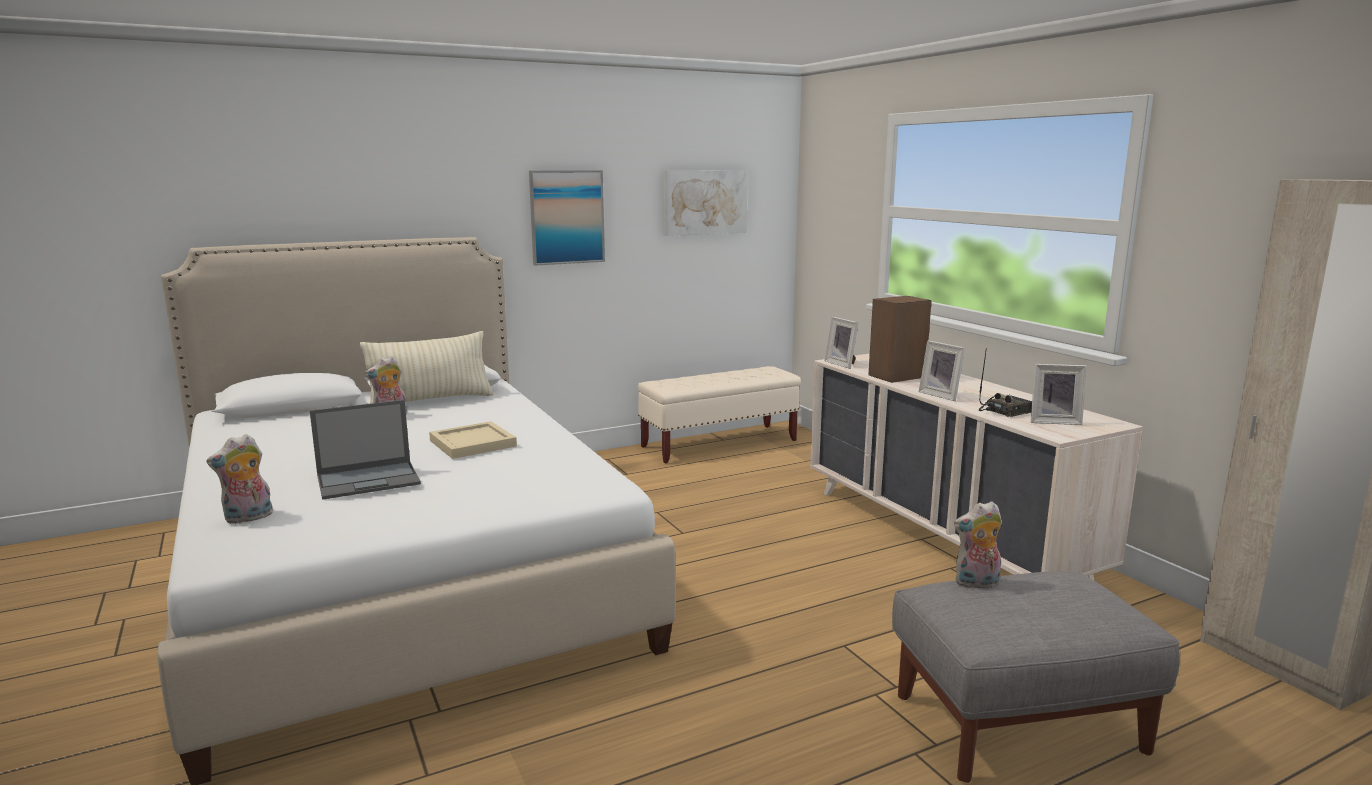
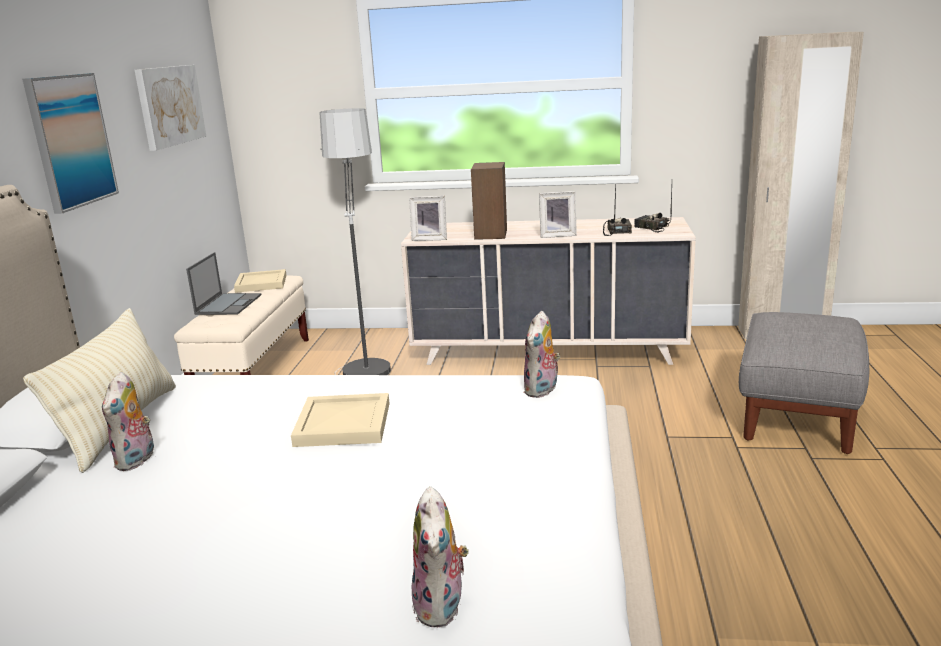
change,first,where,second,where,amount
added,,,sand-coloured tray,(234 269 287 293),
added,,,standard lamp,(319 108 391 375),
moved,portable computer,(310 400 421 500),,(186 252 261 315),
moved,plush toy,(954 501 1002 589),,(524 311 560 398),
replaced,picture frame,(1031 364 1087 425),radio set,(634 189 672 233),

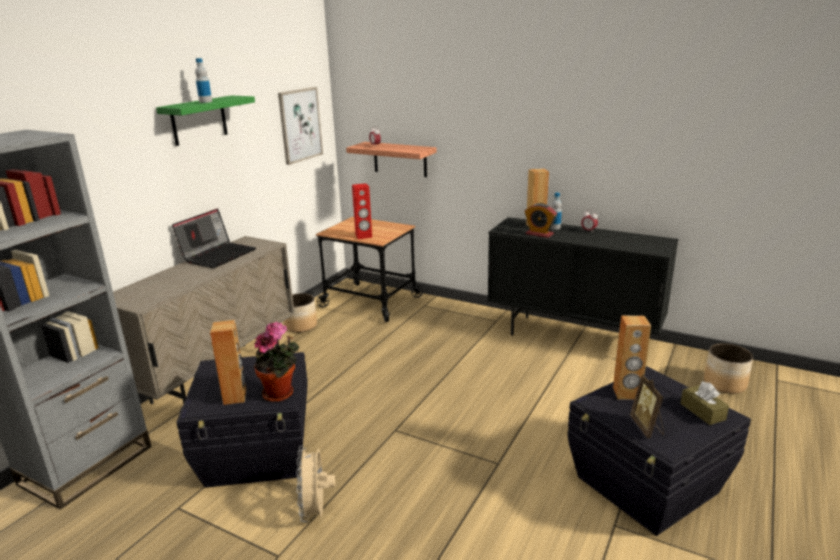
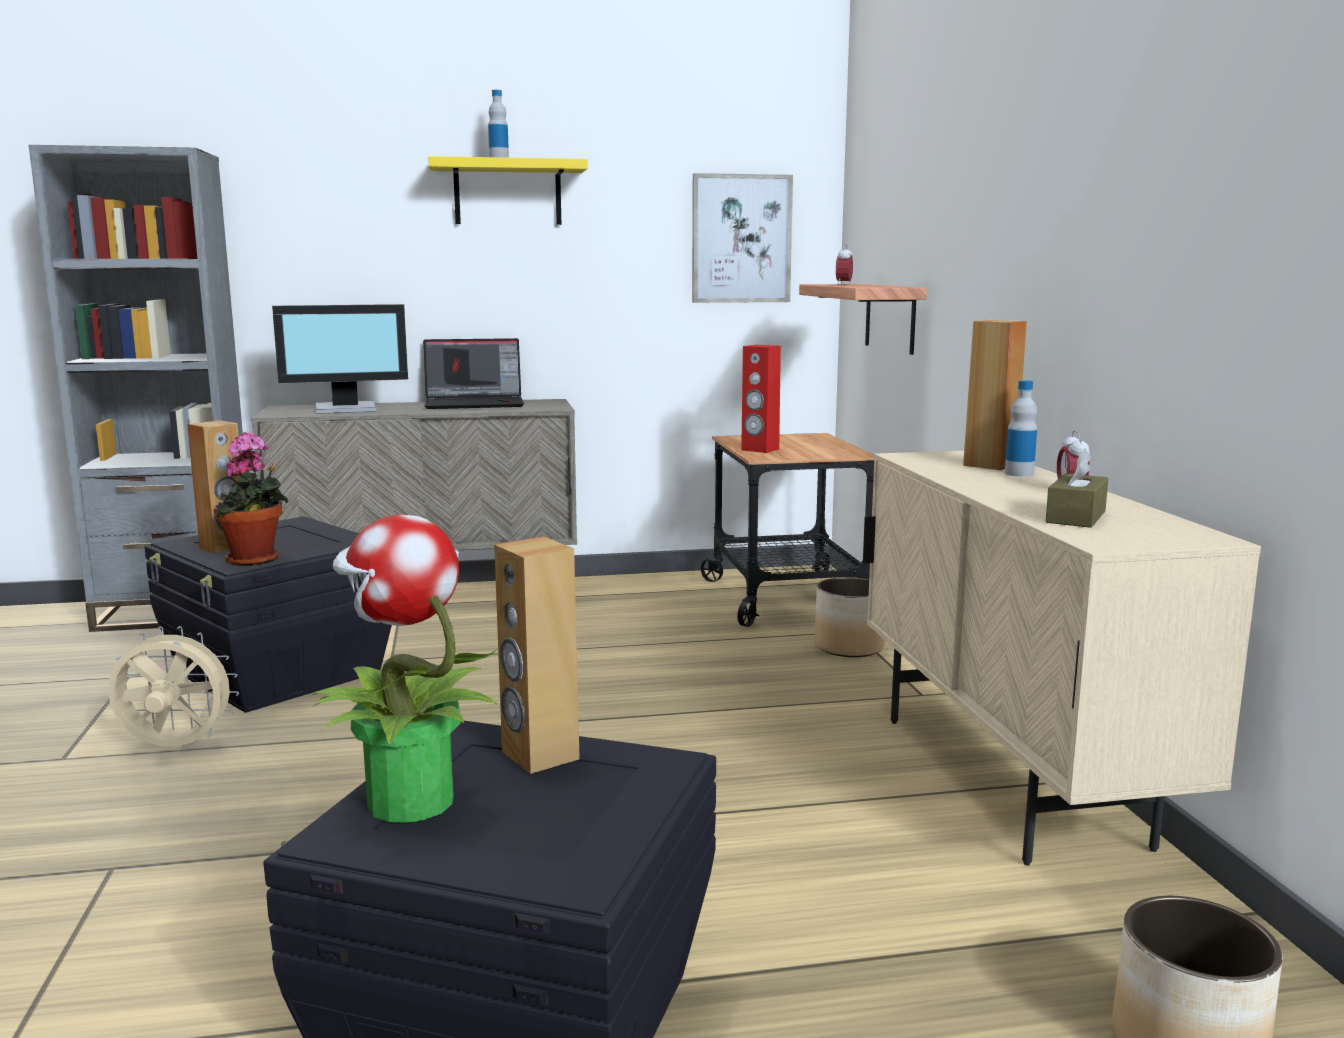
change,first,where,second,where,amount
removed,table clock,(525 203 557 238),,,
added,,,computer screen,(272 304 408 414),
moved,planter,(284 293 317 333),,(815 577 885 657),
moved,brown tissue box,(680 381 729 425),,(1046 448 1108 528),
replaced,picture frame,(630 374 664 438),houseplant,(312 514 498 823),
recoloured,green bracket shelf,(156 95 255 146),yellow bracket shelf,(428 156 588 225),
recoloured,blackish cupboard,(487 217 679 336),sand-coloured cupboard,(863 451 1261 866),
turned,sand-coloured electric fan,(296 445 335 522),,(108 626 239 747),45 degrees clockwise

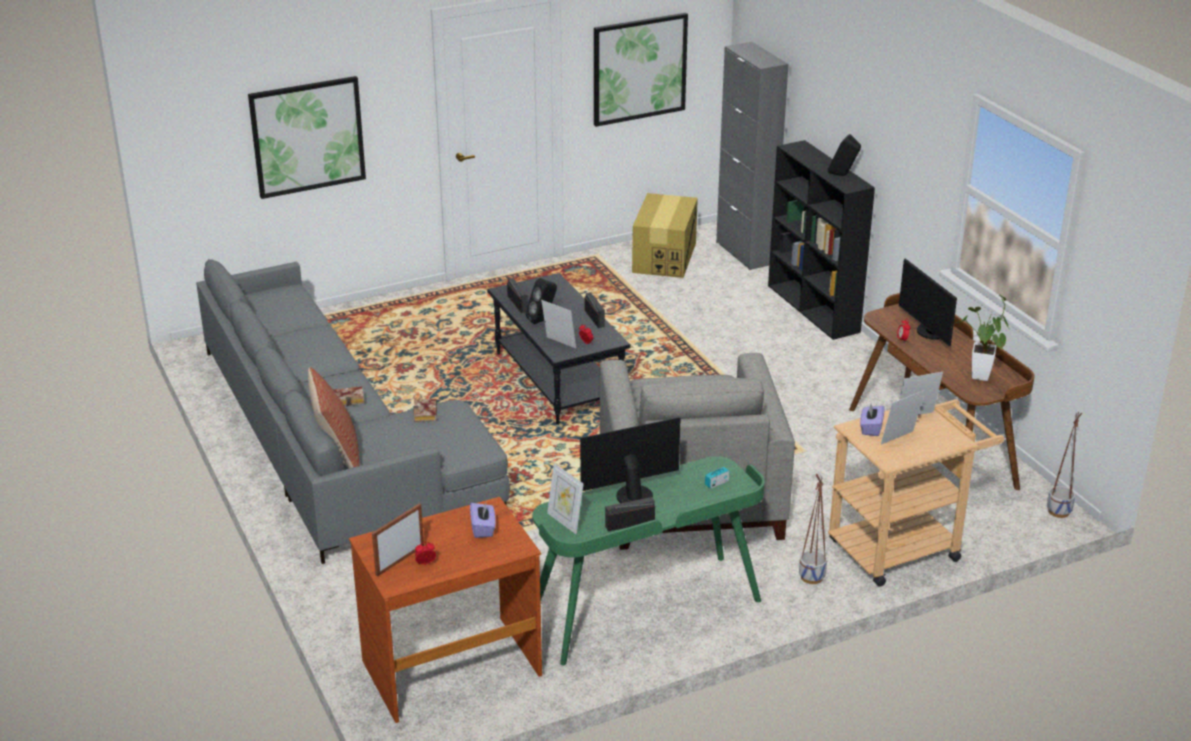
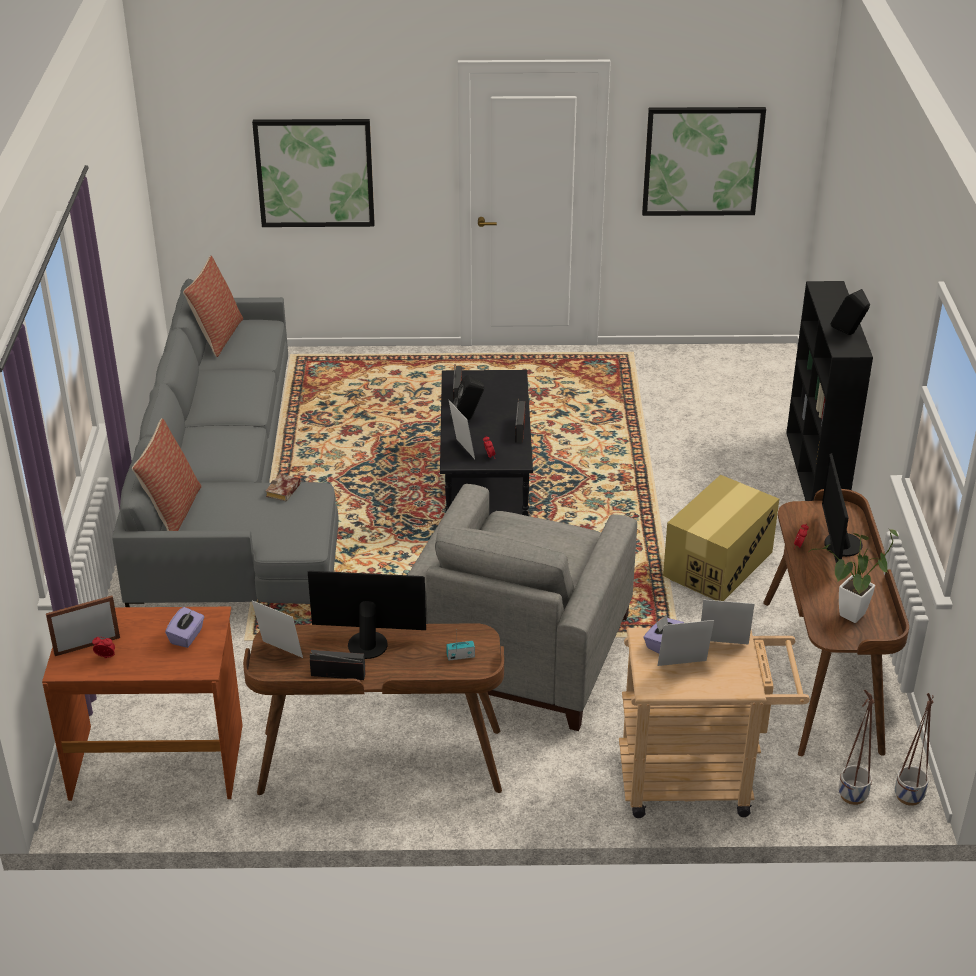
change,first,where,second,where,amount
removed,volume,(333 386 364 406),,,
removed,grey cupboard,(716 42 788 270),,,
added,,,cushion,(183 256 243 357),
moved,cardboard box,(632 193 698 278),,(663 475 779 601),
moved,planter,(799 474 827 584),,(839 690 874 805),
recoloured,green desk table,(532 456 765 665),brown desk table,(243 623 504 795),
turned,picture frame,(547 463 584 534),,(252 600 303 658),135 degrees clockwise

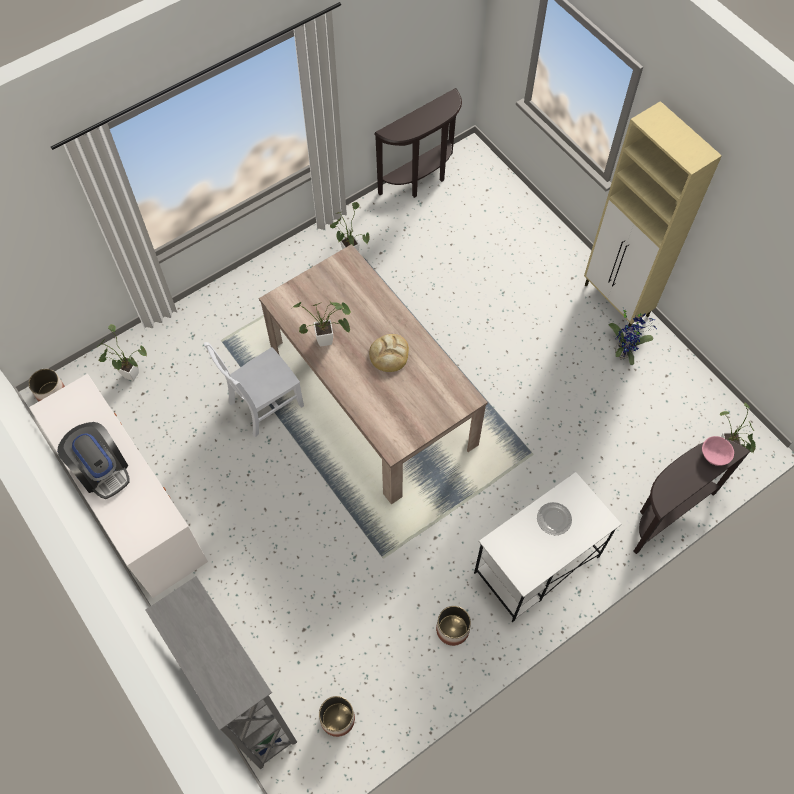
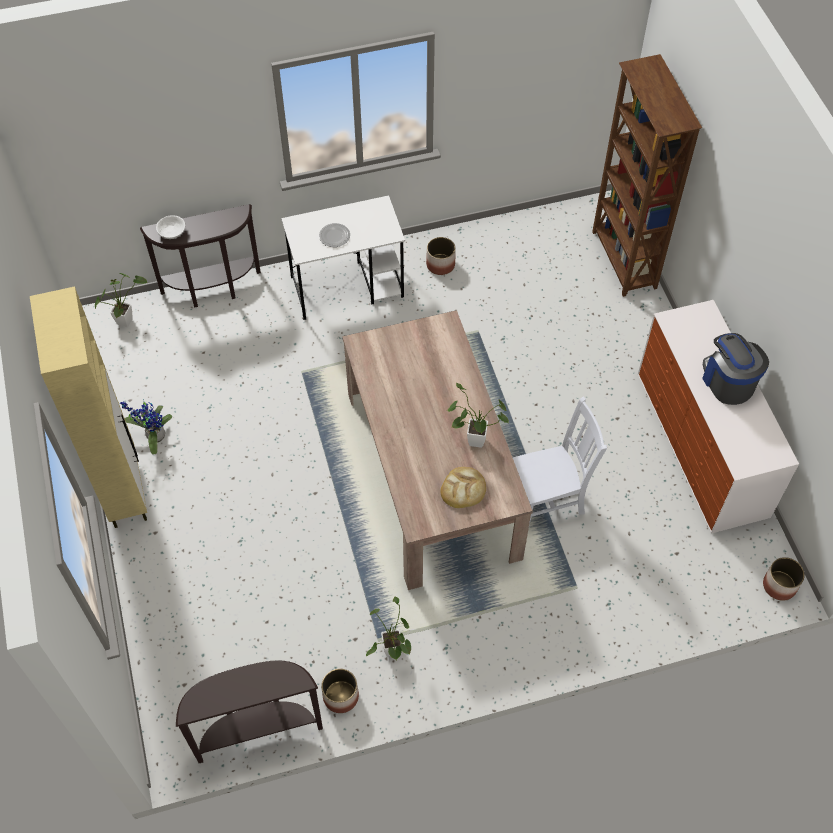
change,first,where,second,where,amount
removed,houseplant,(97 324 147 381),,,
moved,planter,(319 696 355 737),,(321 668 359 713),
moved,bakery bread,(369 334 409 372),,(440 467 486 508),
recoloured,grey shelving unit,(146 576 297 769),brown shelving unit,(592 54 702 297),
recoloured,pink bowl,(702 436 734 466),white bowl,(156 216 185 239),

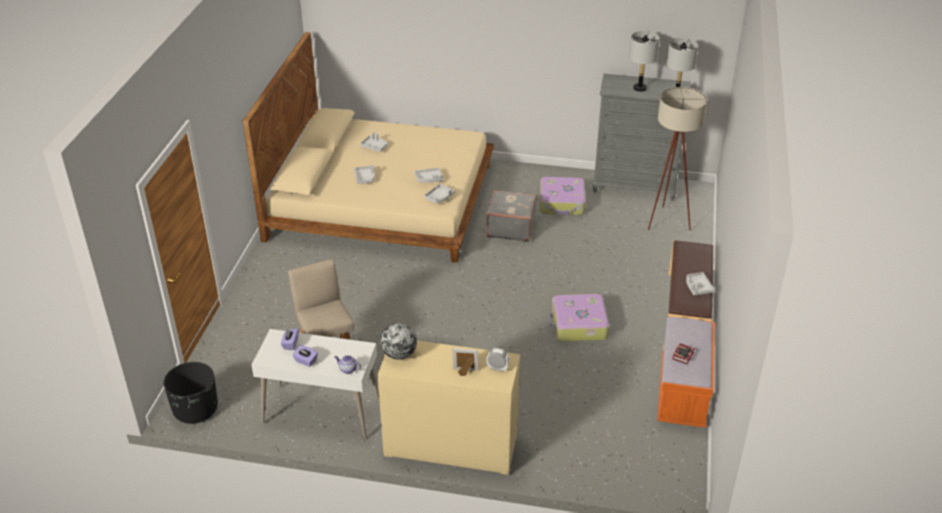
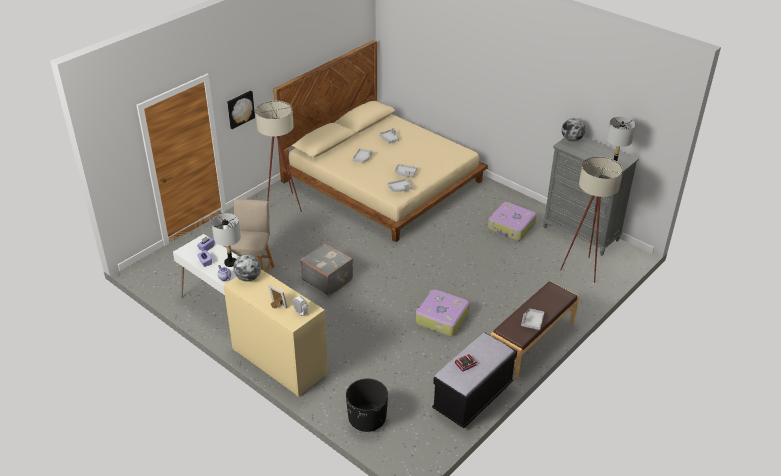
change,first,where,second,where,amount
added,,,picture,(227 91 255 129),
added,,,sand-coloured standard lamp,(255 101 302 212),
added,,,globe,(562 118 585 141),
moved,blackish planter,(163 362 218 424),,(346 379 388 432),
moved,grey suitcase,(486 190 536 242),,(300 243 353 296),
moved,grey table lamp,(629 31 660 92),,(211 213 241 267),
recoloured,orange long seat,(657 316 715 427),blackish long seat,(432 333 517 428),

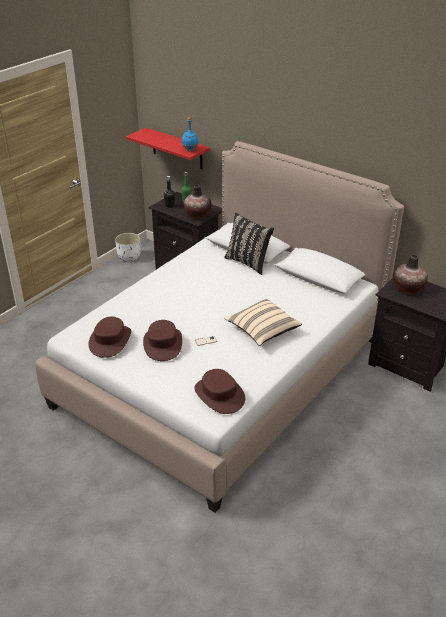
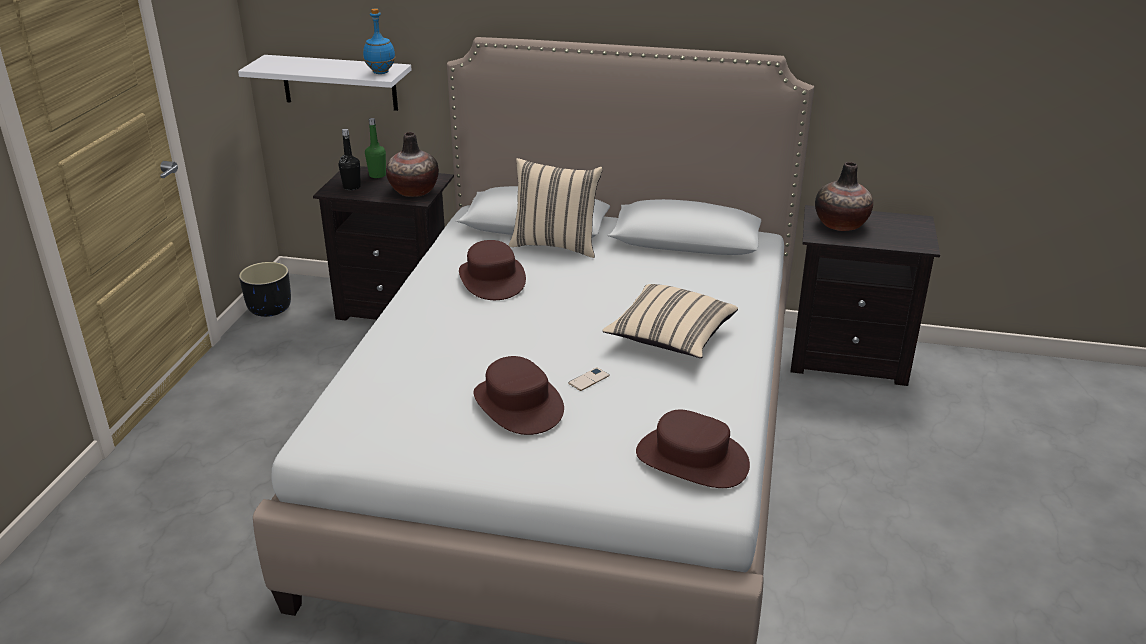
change,first,where,second,where,amount
moved,brown clothing hat,(88 317 131 358),,(459 240 526 300),
recoloured,white planter,(115 233 141 262),blackish planter,(239 262 291 317),
recoloured,reddish bracket shelf,(126 128 210 169),white bracket shelf,(238 55 412 111),
recoloured,blackish cushion,(224 213 274 275),sand-coloured cushion,(509 158 603 258),

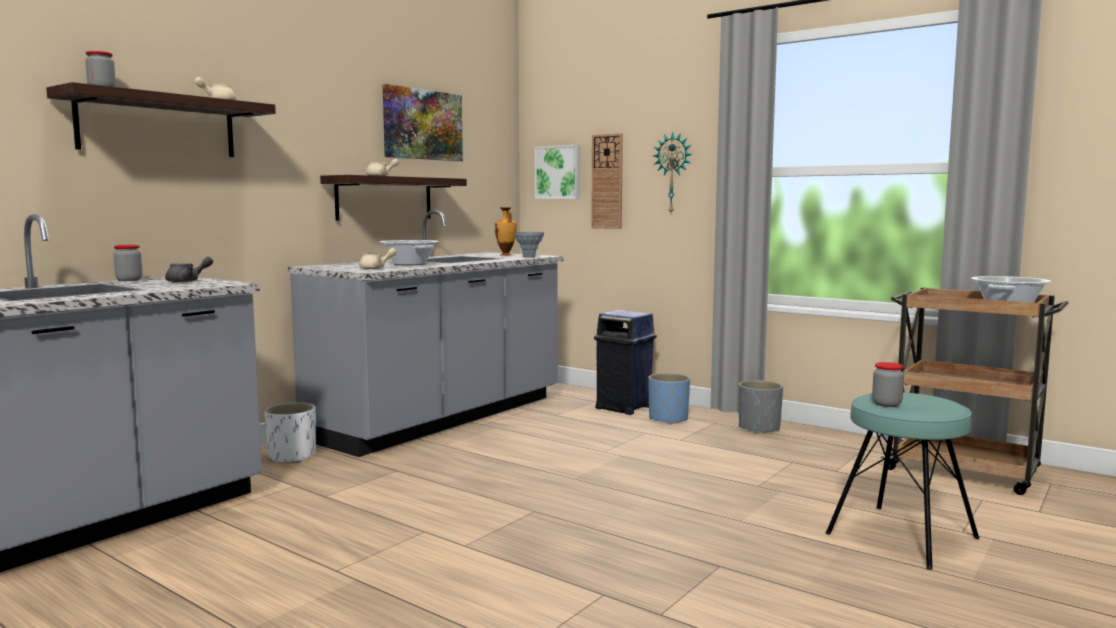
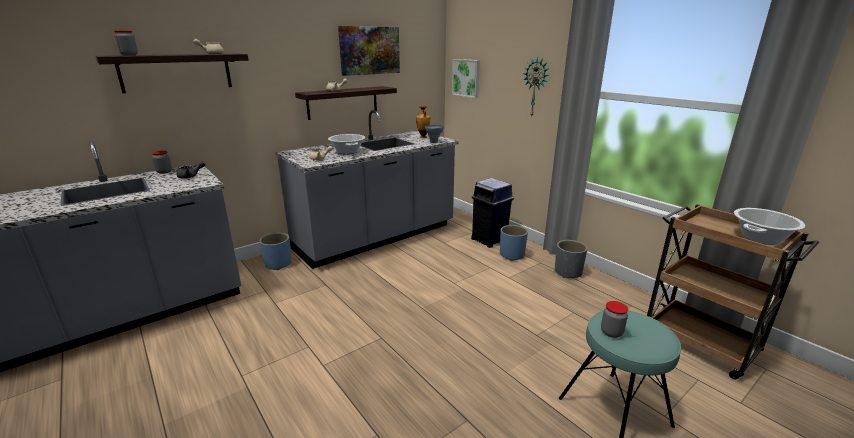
change,first,where,second,where,amount
removed,wall clock,(591 133 623 229),,,
recoloured,white planter,(264 402 316 463),bluish planter,(260 233 291 270),

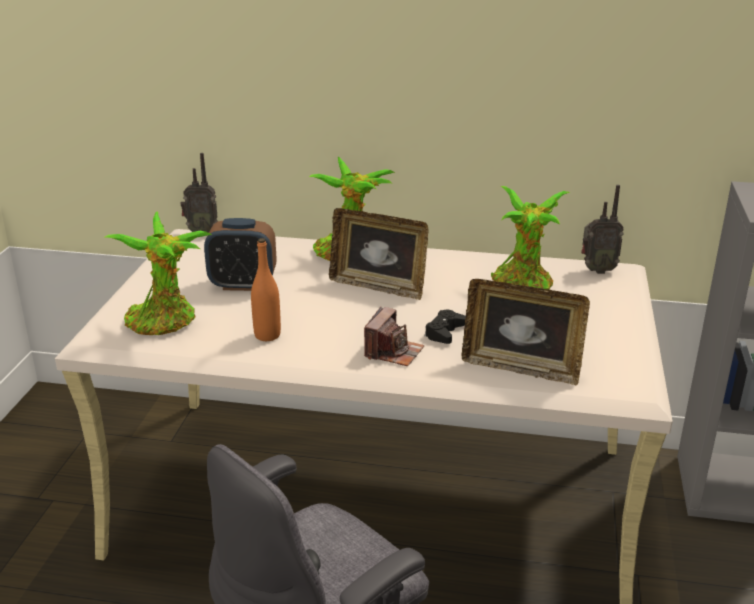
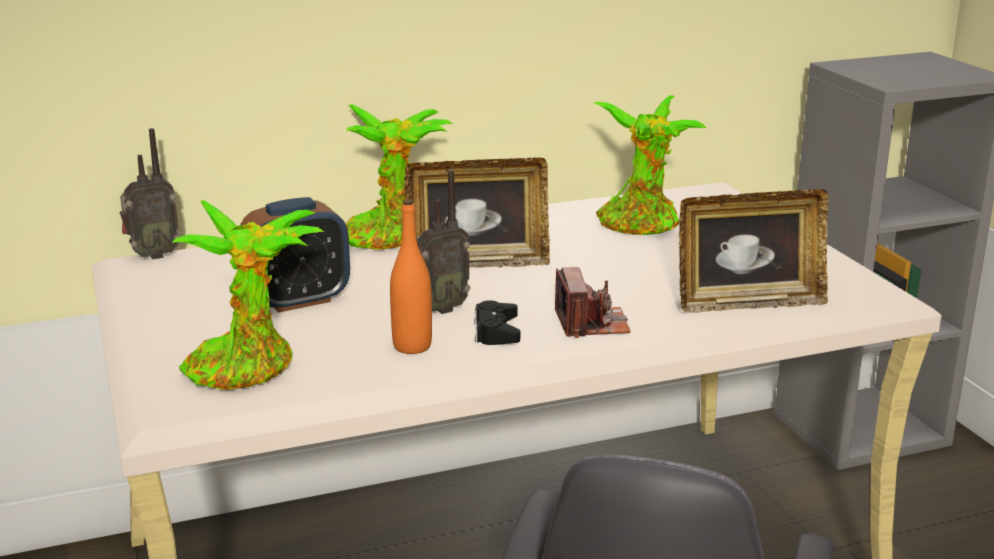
change,first,where,second,where,amount
moved,blackish joypad,(425 310 466 344),,(474 300 520 345),
moved,radio set,(581 185 624 274),,(416 170 470 314),

